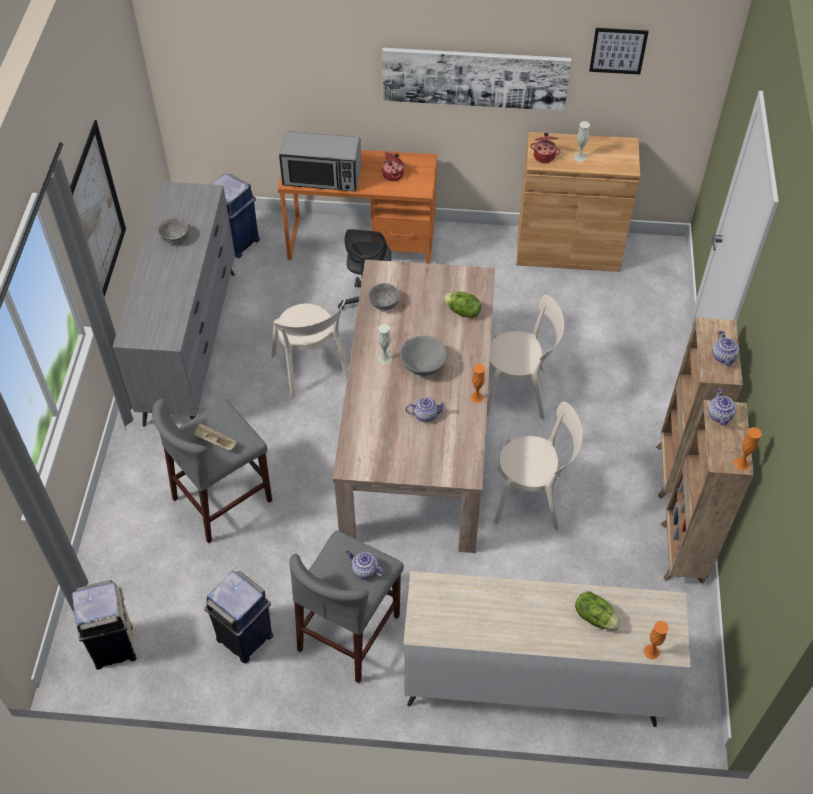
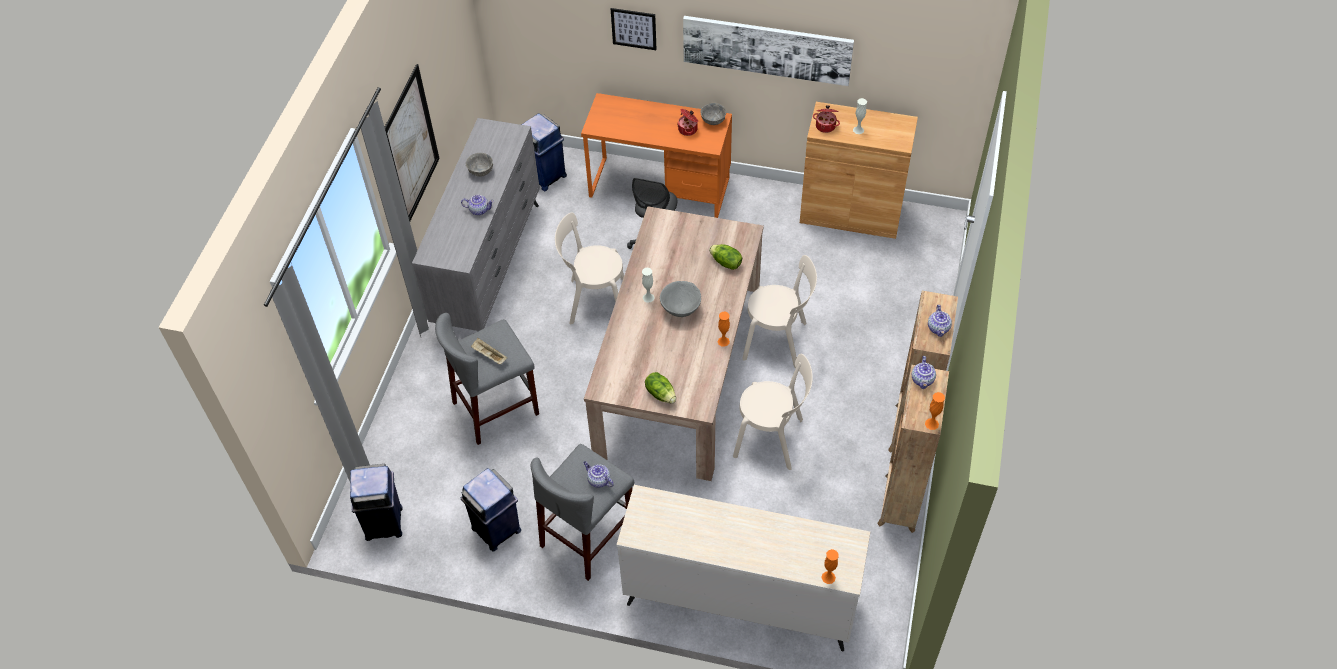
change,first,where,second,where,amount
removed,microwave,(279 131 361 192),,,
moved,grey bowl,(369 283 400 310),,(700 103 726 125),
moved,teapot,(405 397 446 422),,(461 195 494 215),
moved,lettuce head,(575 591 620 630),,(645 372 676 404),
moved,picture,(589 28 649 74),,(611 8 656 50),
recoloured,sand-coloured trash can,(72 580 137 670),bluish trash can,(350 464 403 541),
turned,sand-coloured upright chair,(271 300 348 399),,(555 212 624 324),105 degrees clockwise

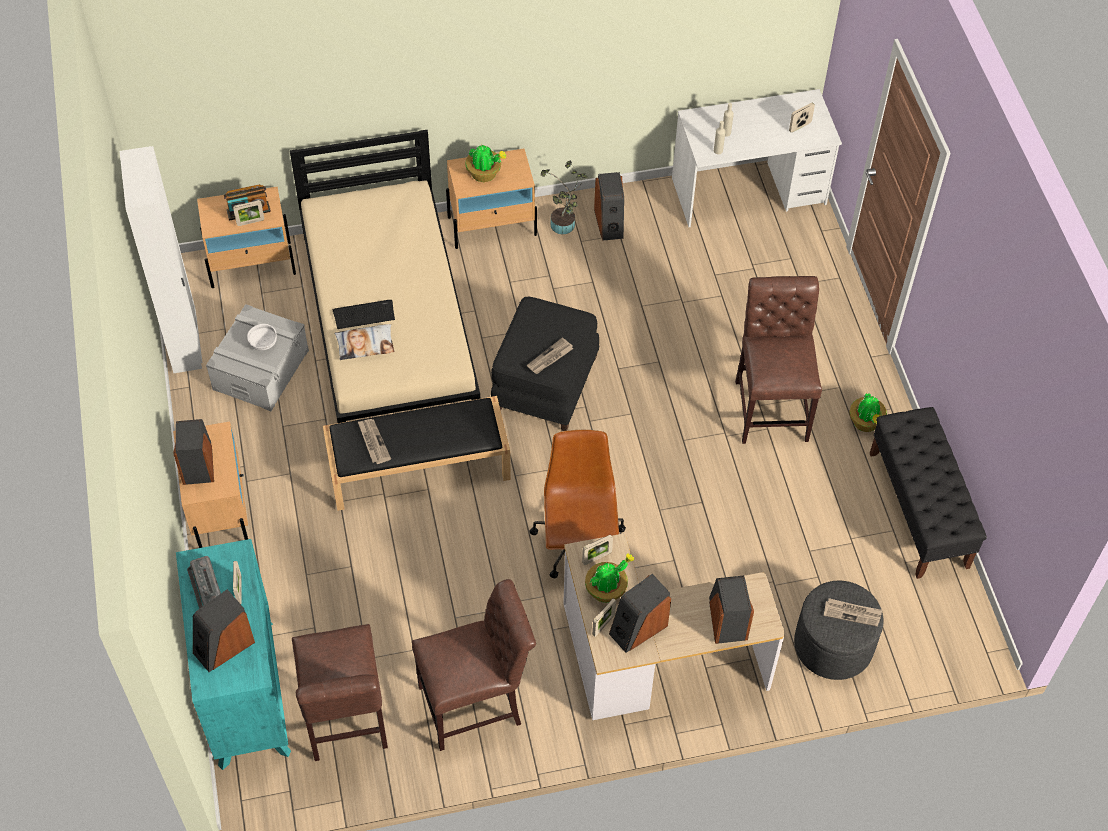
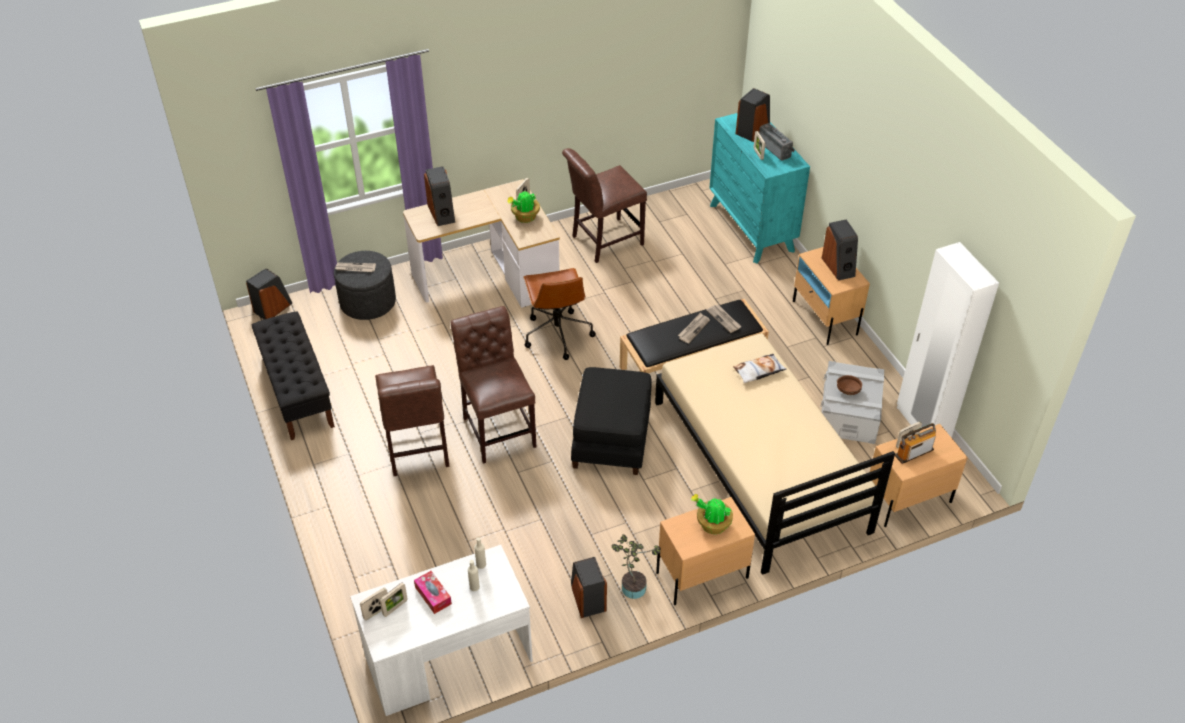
change,first,where,second,where,amount
removed,keyboard,(333 300 395 329),,,
removed,houseplant,(849 393 887 432),,,
added,,,tissue box,(414 571 452 614),
moved,brown upright chair,(292 624 388 761),,(450 306 536 464),
moved,newspaper,(527 337 573 374),,(678 313 710 343),
moved,picture frame,(582 535 613 565),,(360 588 388 620),
moved,speaker,(609 574 671 653),,(246 269 292 319),
recoloured,white bowl,(247 324 277 351),brown bowl,(837 375 862 395),

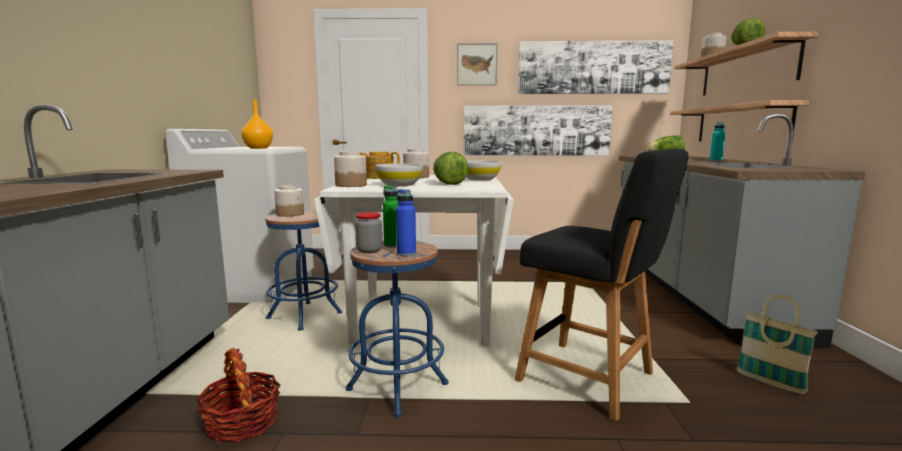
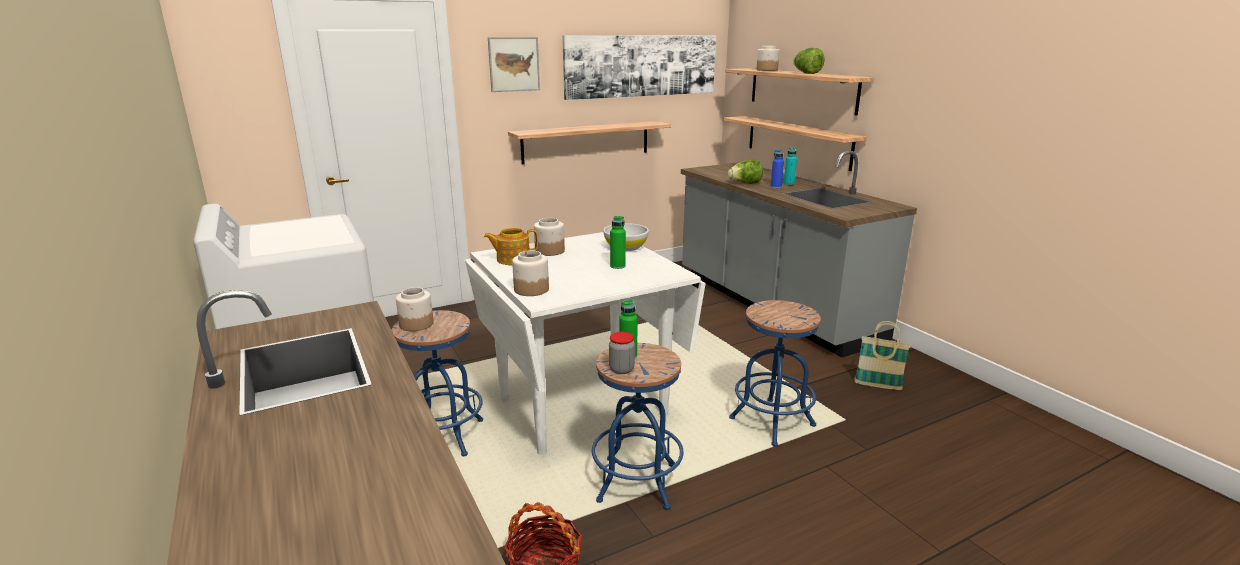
change,first,where,second,where,amount
removed,orange flower vase,(241 99 273 149),,,
removed,white bowl,(375 164 423 186),,,
moved,bluish bottle,(396 189 416 256),,(771 150 784 188),
replaced,lettuce head,(433 152 468 185),green bottle,(610 216 626 269),
replaced,picture,(464 105 612 155),bracket shelf,(508 121 671 164),
replaced,blackish upright chair,(515 149 688 421),bluish sitting stool,(729 300 821 447),

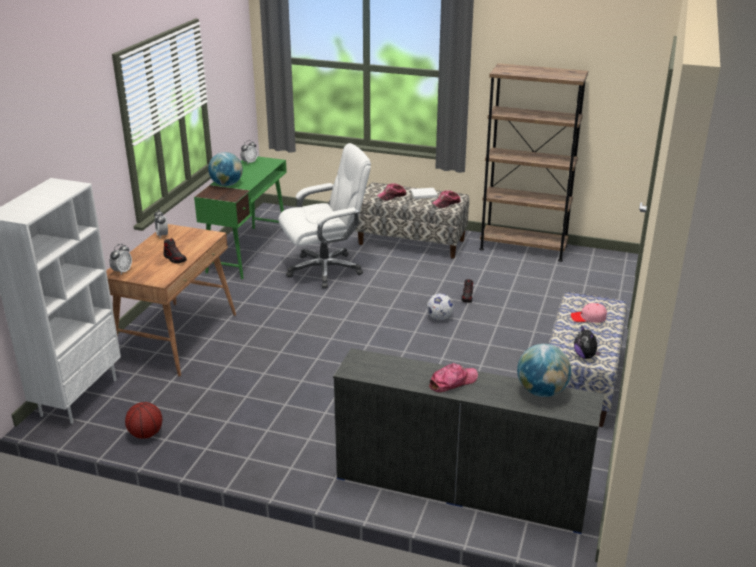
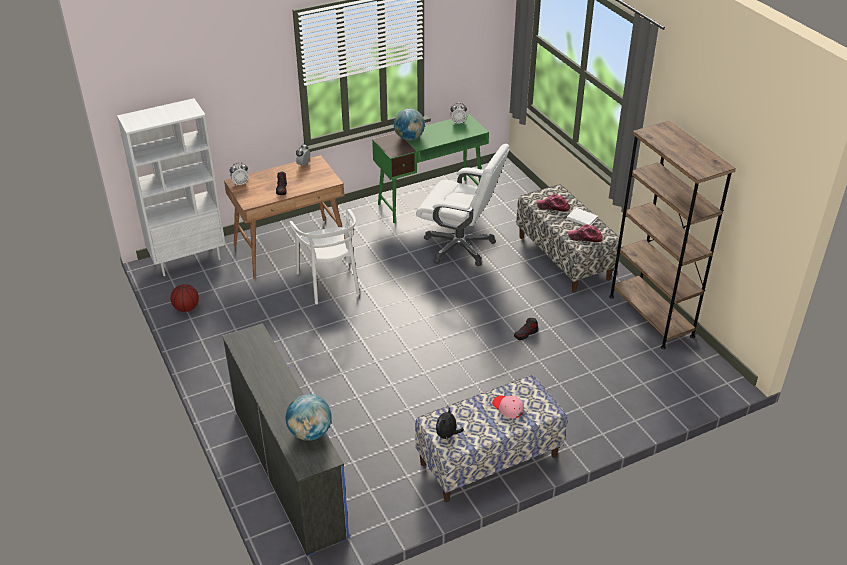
change,first,where,second,where,amount
removed,football,(427 293 454 320),,,
removed,cap,(429 363 478 392),,,
added,,,white upright chair,(289 209 360 304),

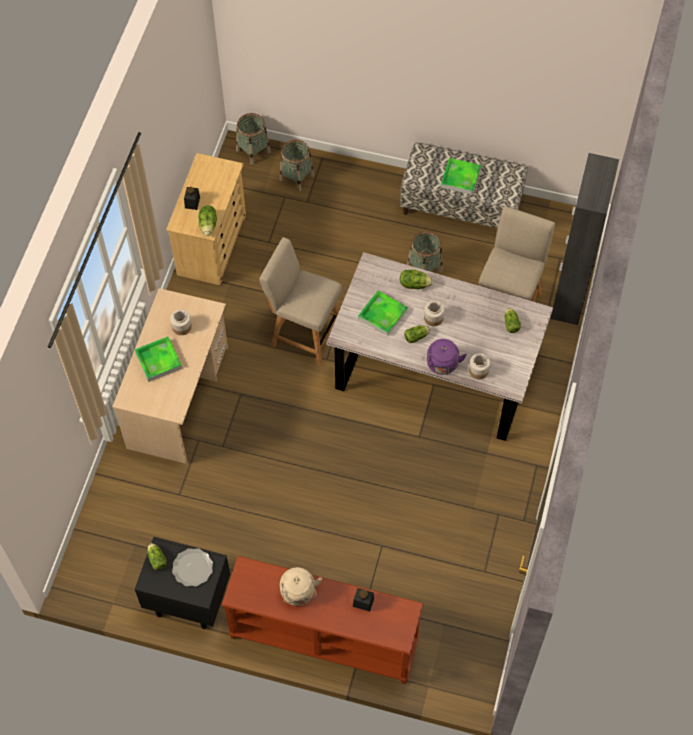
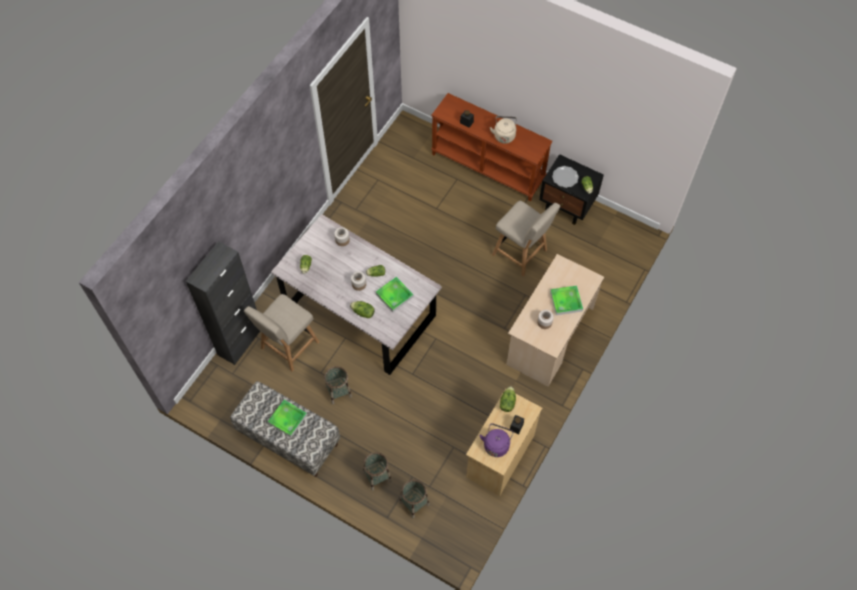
change,first,where,second,where,amount
moved,storage basket,(236 113 271 165),,(363 452 392 490),
moved,sand-coloured upright chair,(259 237 342 366),,(492 201 560 277),
moved,purple-coloured water kettle,(427 339 467 375),,(480 423 513 457),

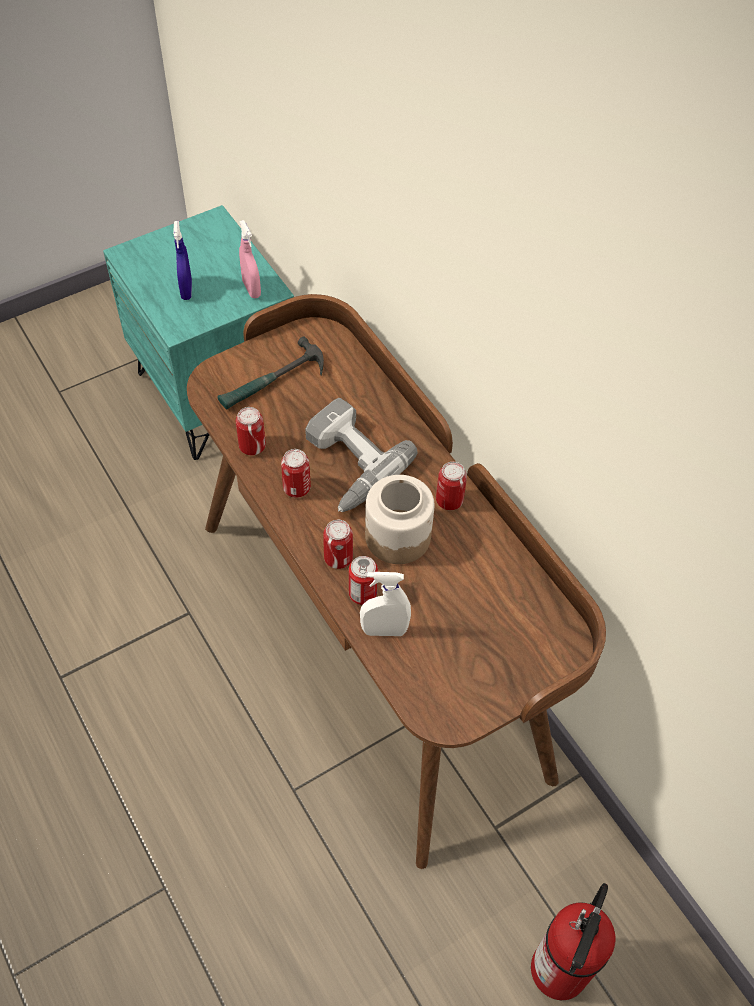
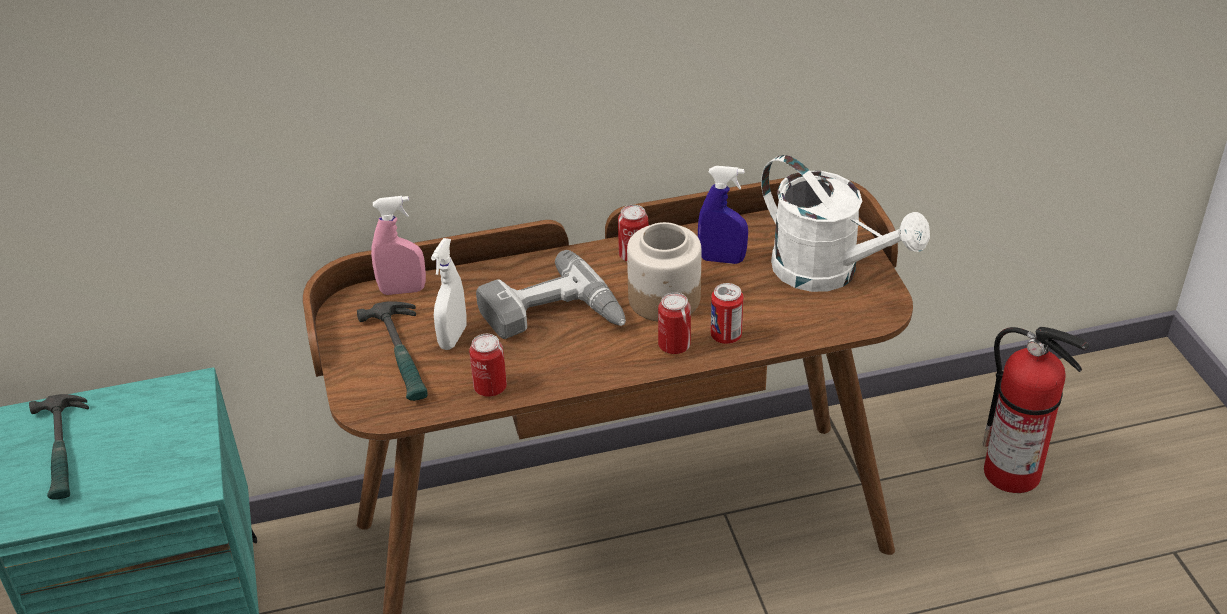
change,first,where,second,where,amount
removed,can,(281 449 311 498),,,
added,,,hammer,(29 394 89 500),
added,,,white watering can,(761 155 930 292),
moved,bluish spray bottle,(173 221 192 300),,(698 166 748 264),
moved,pink spray bottle,(239 220 261 298),,(371 196 426 295),
moved,white spray bottle,(360 572 411 636),,(431 238 467 350),

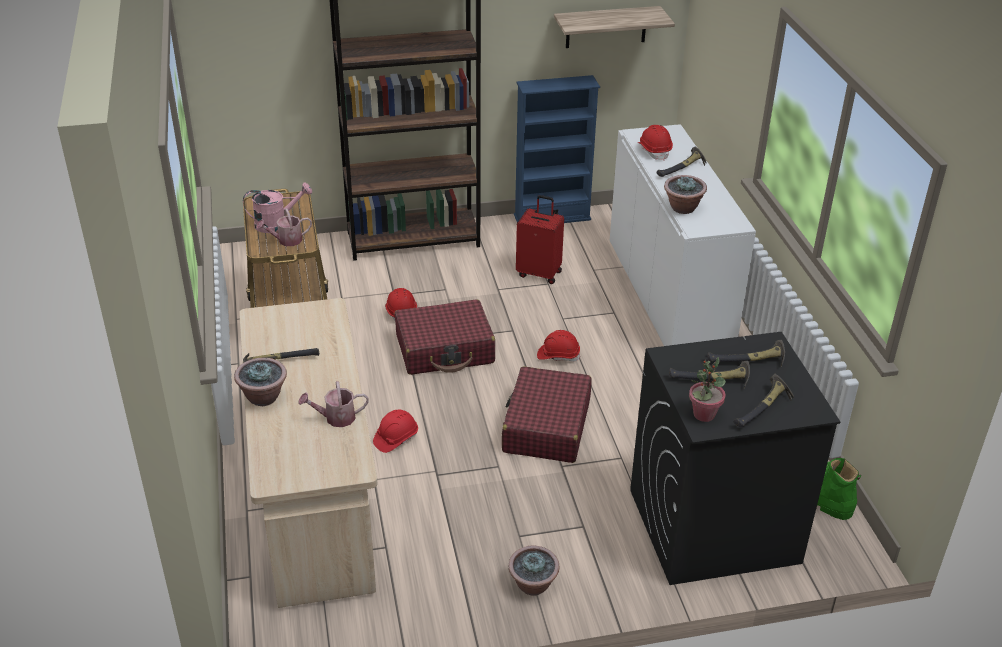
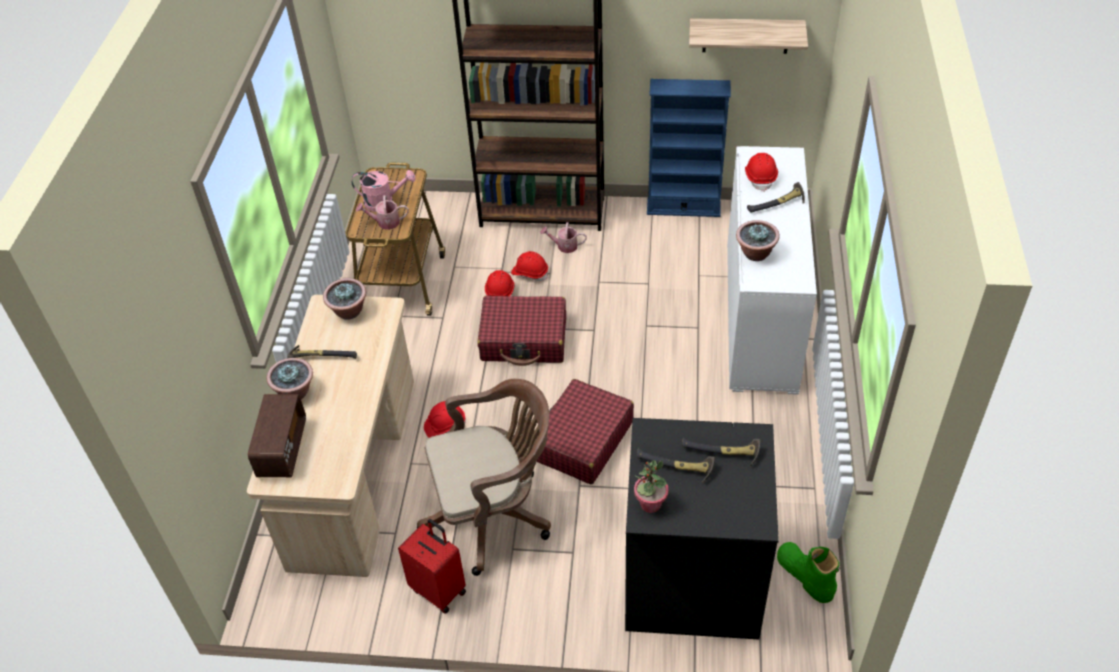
change,first,where,second,where,amount
removed,hammer,(734 374 794 427),,,
added,,,radio set,(248 394 306 477),
added,,,brown desk chair,(417 379 551 576),
moved,watering can,(298 381 369 427),,(540 222 587 253),
moved,houseplant,(509 546 559 596),,(323 278 366 320),
moved,reddish suitcase,(516 195 564 284),,(398 519 466 614),
moved,reddish safety helmet,(537 330 580 362),,(511 251 548 281),

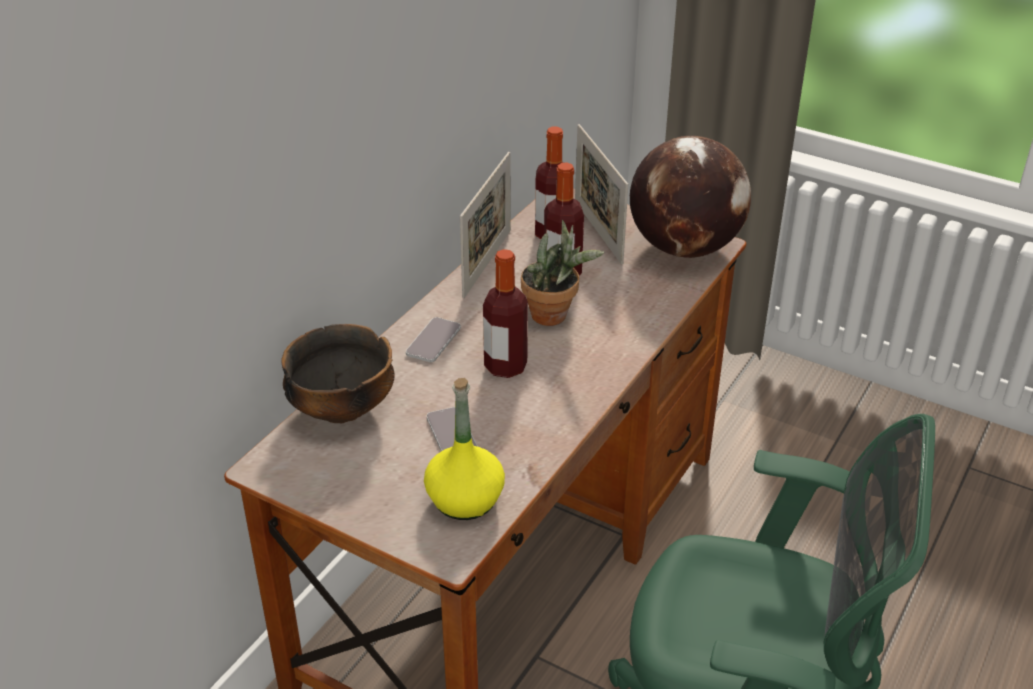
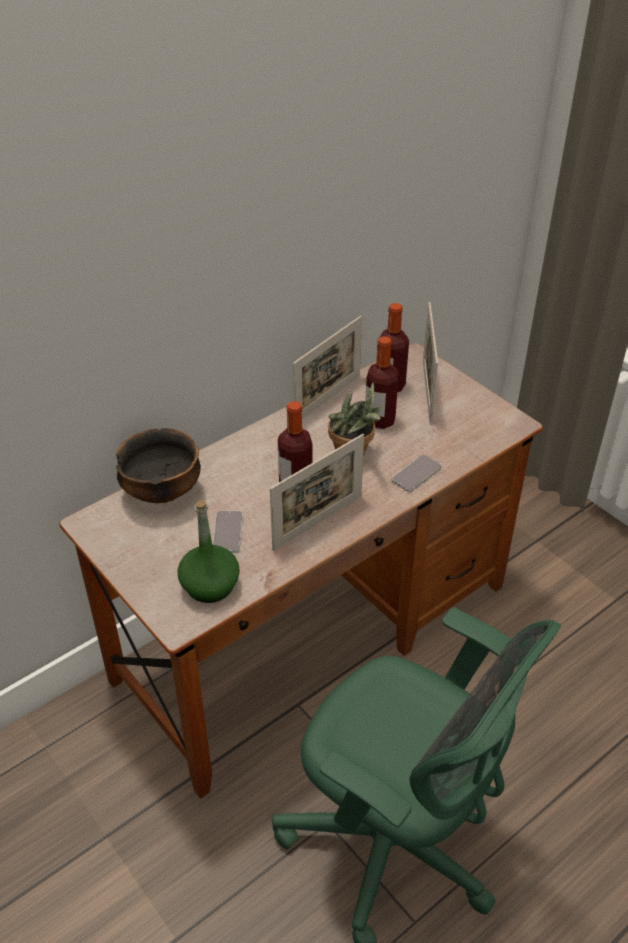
change,first,where,second,where,amount
removed,globe,(630 136 751 258),,,
added,,,picture frame,(270 434 364 551),
moved,phone,(406 317 461 362),,(392 455 441 492),
recoloured,yellow bottle,(424 378 505 520),green bottle,(178 500 240 603),

